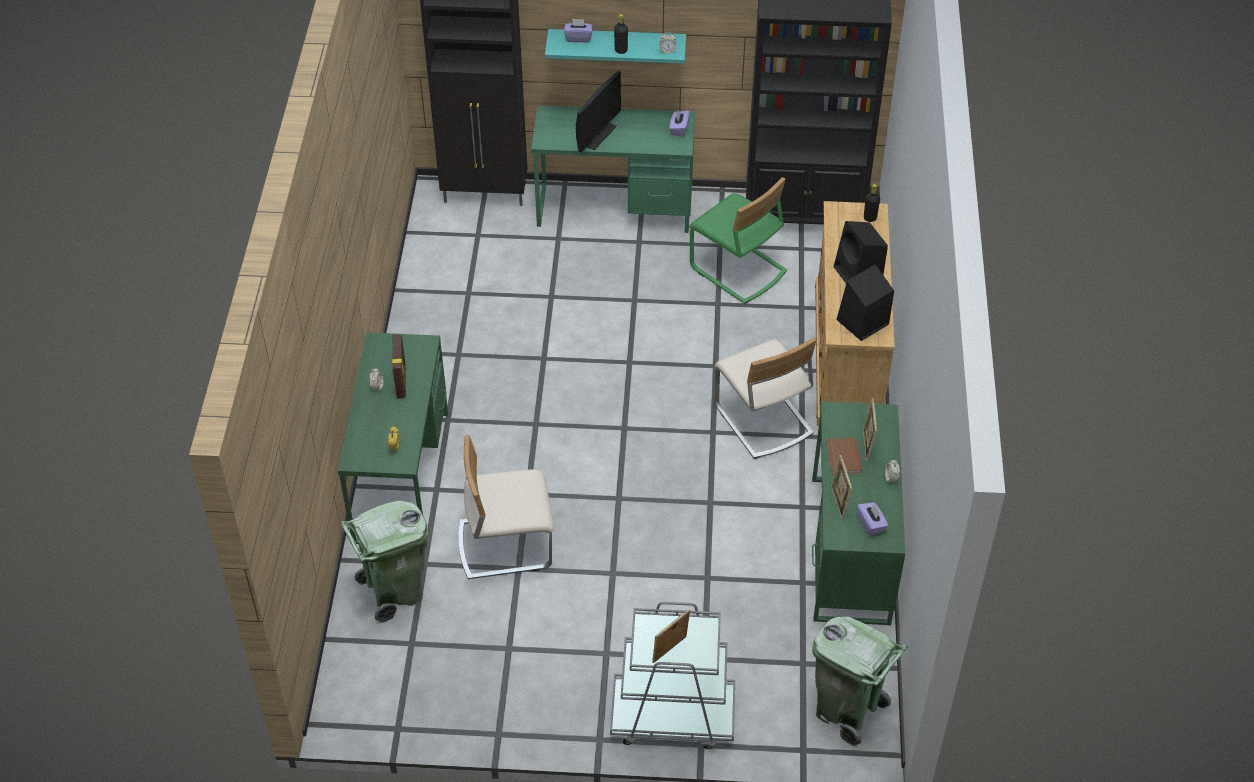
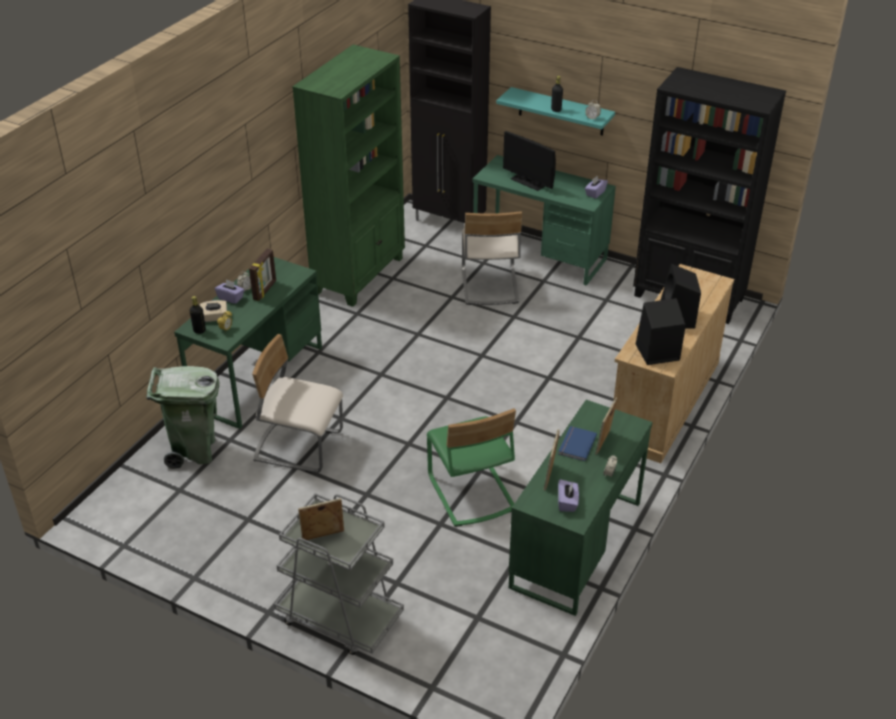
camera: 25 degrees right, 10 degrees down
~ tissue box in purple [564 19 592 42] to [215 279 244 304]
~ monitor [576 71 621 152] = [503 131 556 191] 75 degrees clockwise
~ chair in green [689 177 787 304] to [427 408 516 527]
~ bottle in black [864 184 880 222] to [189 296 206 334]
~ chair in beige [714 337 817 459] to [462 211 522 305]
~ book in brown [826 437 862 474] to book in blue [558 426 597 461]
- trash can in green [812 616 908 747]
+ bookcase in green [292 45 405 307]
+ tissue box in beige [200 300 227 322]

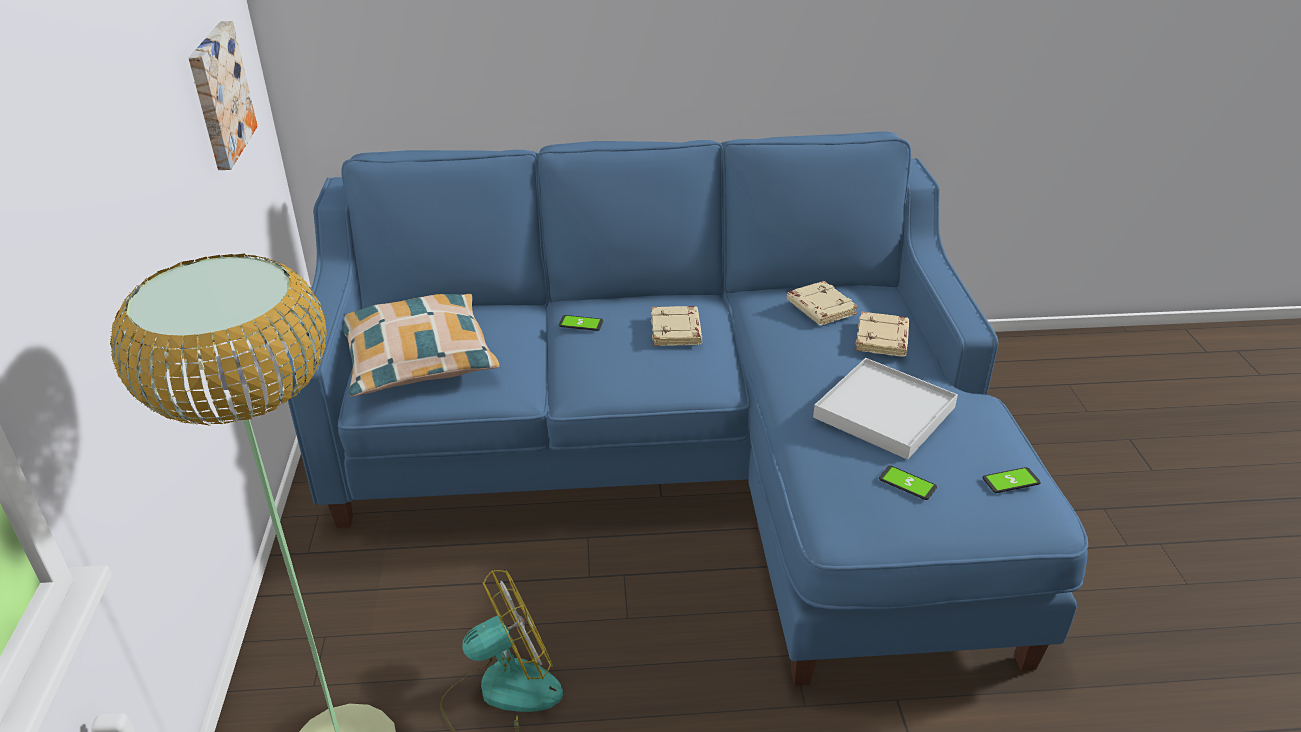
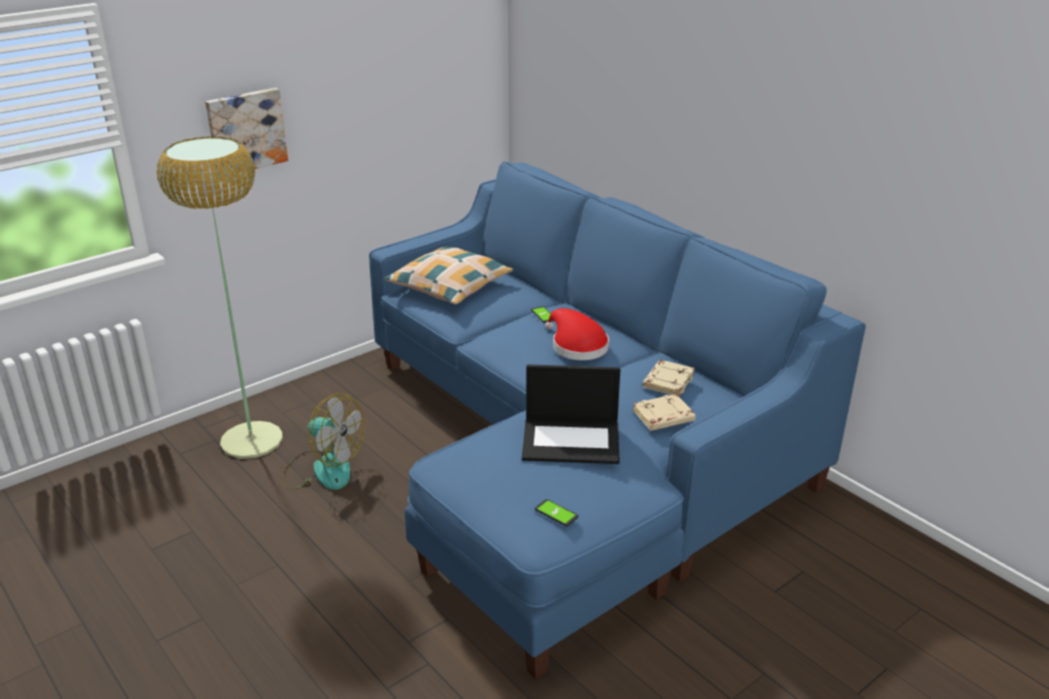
camera: 55 degrees right, 5 degrees down
~ picture [188 21 258 170] to [205 88 288 170]
~ book in beige [651 306 702 346] to hat in red [545 308 609 360]
~ tray in white [813 358 958 460] to laptop [522 364 620 464]
- phone [879 465 937 500]

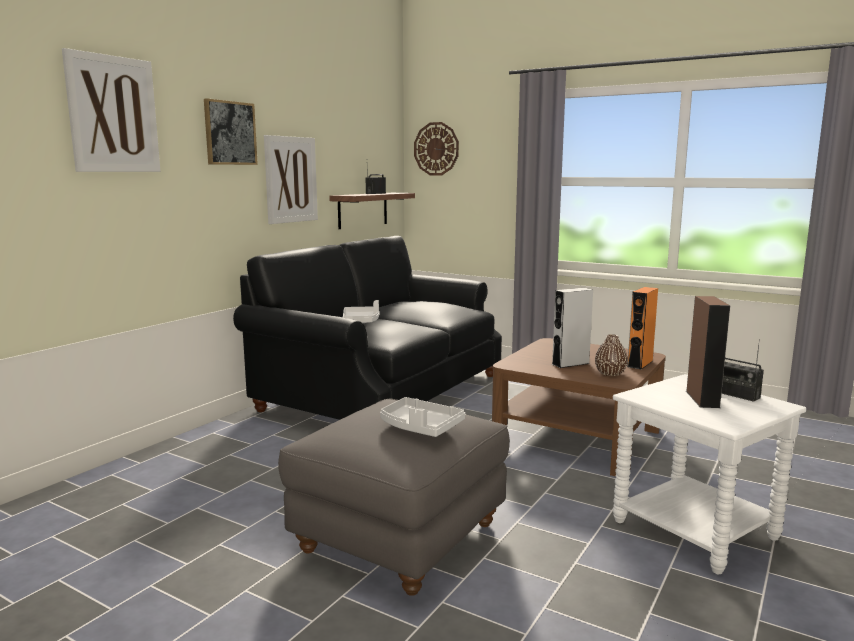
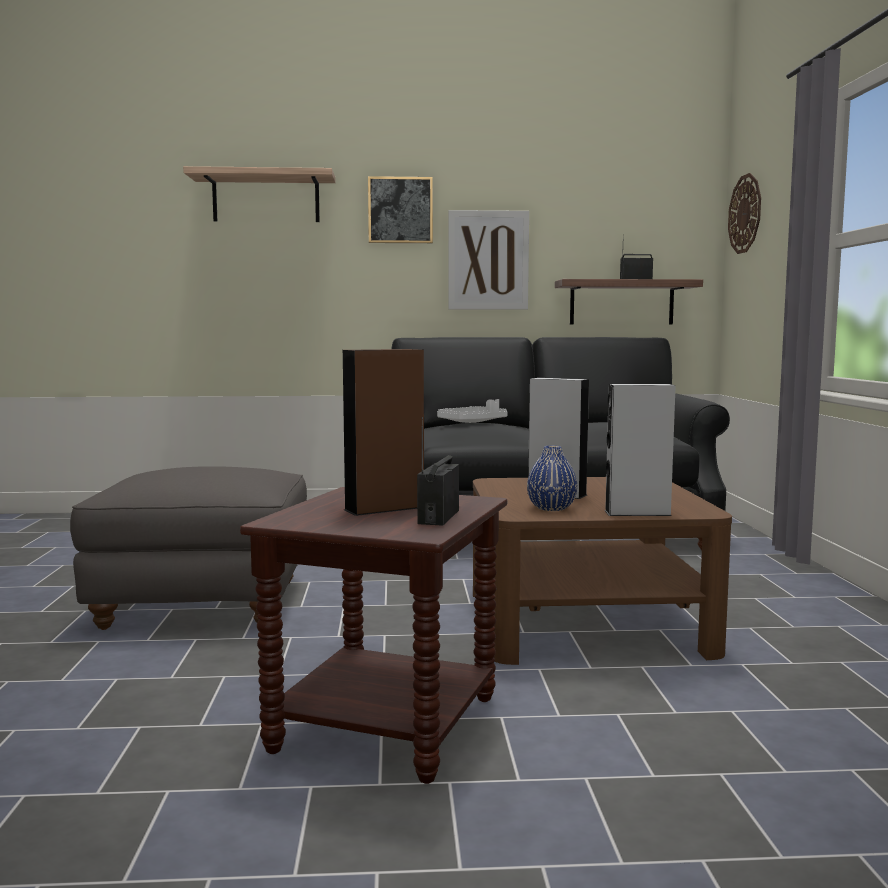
camera: 55 degrees right, 5 degrees down
~ picture [62 48 160 172] to shelf [183 166 336 222]
~ speaker in orange [627 287 658 370] to speaker in grey [604 384 676 516]
~ vase in brown [595 334 628 376] to vase in blue [527 446 577 511]
~ side table in white [613 374 806 574] to side table in brown [240 487 508 784]
- tray in grey [380 397 465 437]

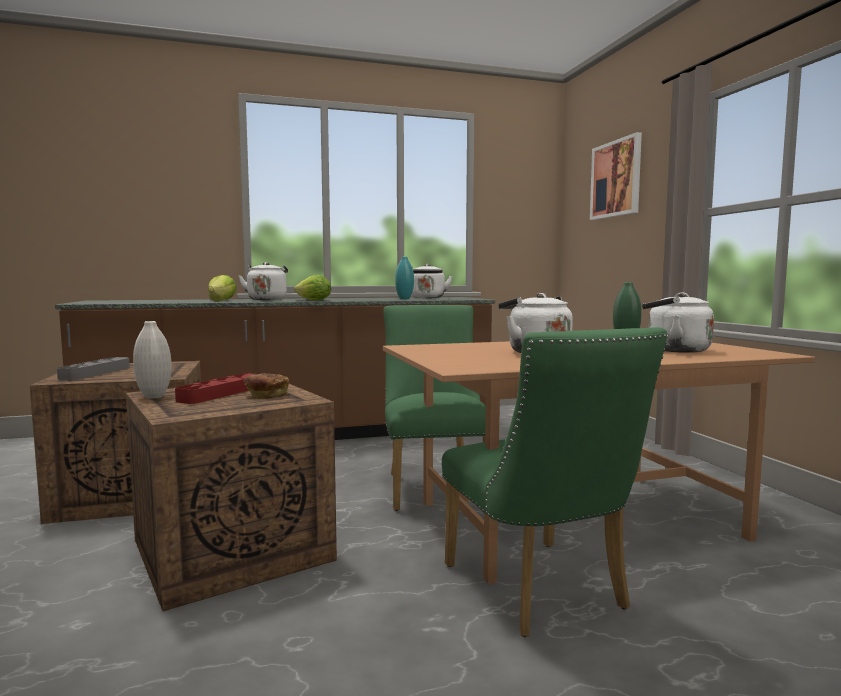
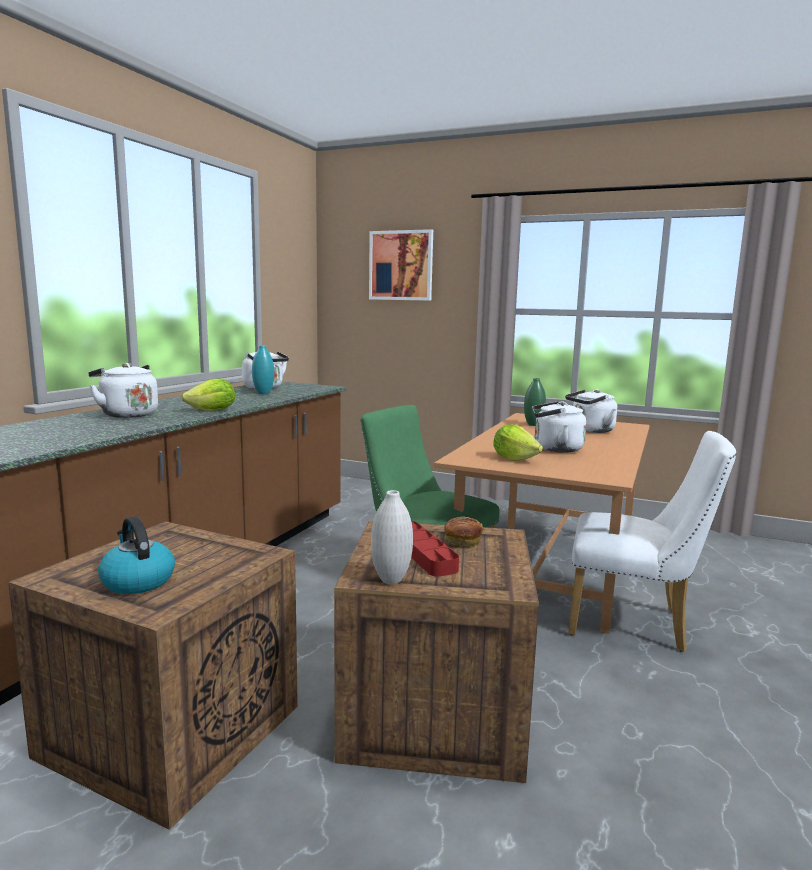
camera: 50 degrees left, 5 degrees up
~ lettuce [208 275 237 301] to [494 425 543 461]
~ chair in green [442 327 668 637] to chair in white [568 431 737 652]
~ tray in grey [57 357 130 380] to kettle [98 516 175 594]

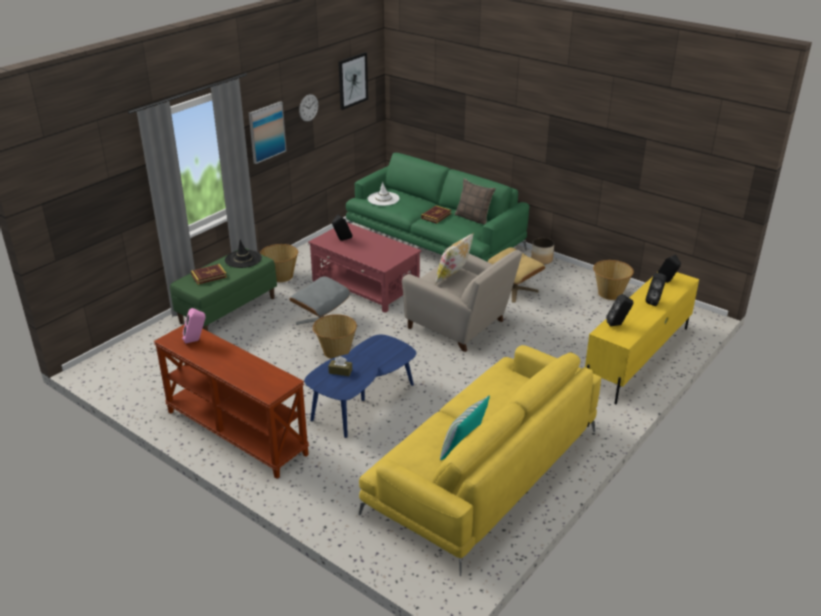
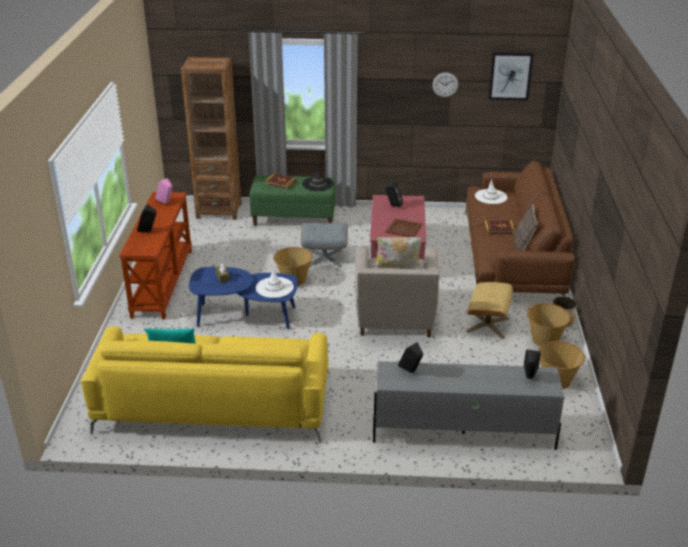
camera: 55 degrees right, 0 degrees up
- picture [249 101 287 164]
~ sofa in green [346 153 530 262] to sofa in brown [465 161 574 297]
~ basket [260 244 298 282] to [527 303 571 347]
~ tv stand in yellow [585 272 699 404] to tv stand in grey [373 361 564 450]
~ speaker in black [645 273 667 306] to [137 204 156 232]
+ bookcase in brown [181 57 242 220]
+ tray in brown [386 218 422 237]
+ hat in white [256 268 294 298]

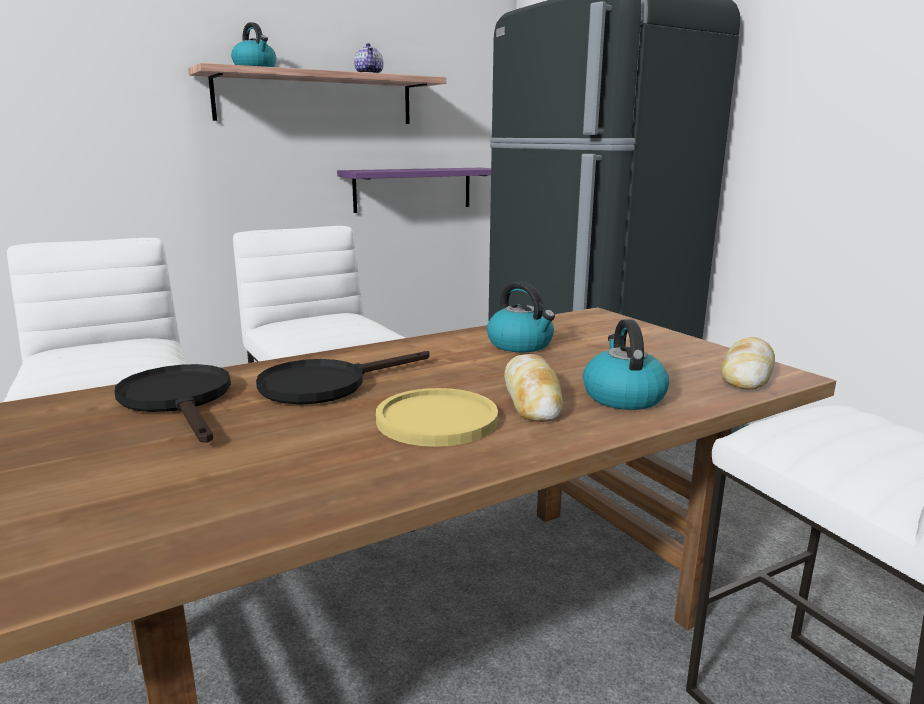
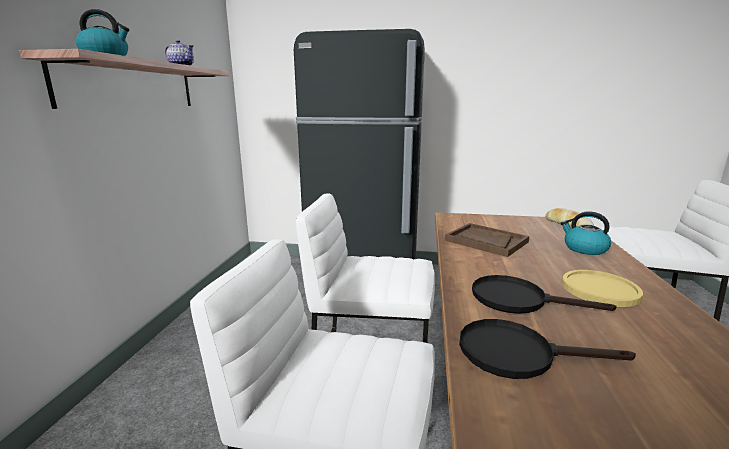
camera: 50 degrees left, 0 degrees up
- shelf in purple [337 168 491 213]
~ kettle [487 282 555 352] to tray in brown [445 223 529 257]
~ frying pan in black [256 351 429 404] = [472 275 617 314] 105 degrees clockwise
- bread [504 354 563 422]

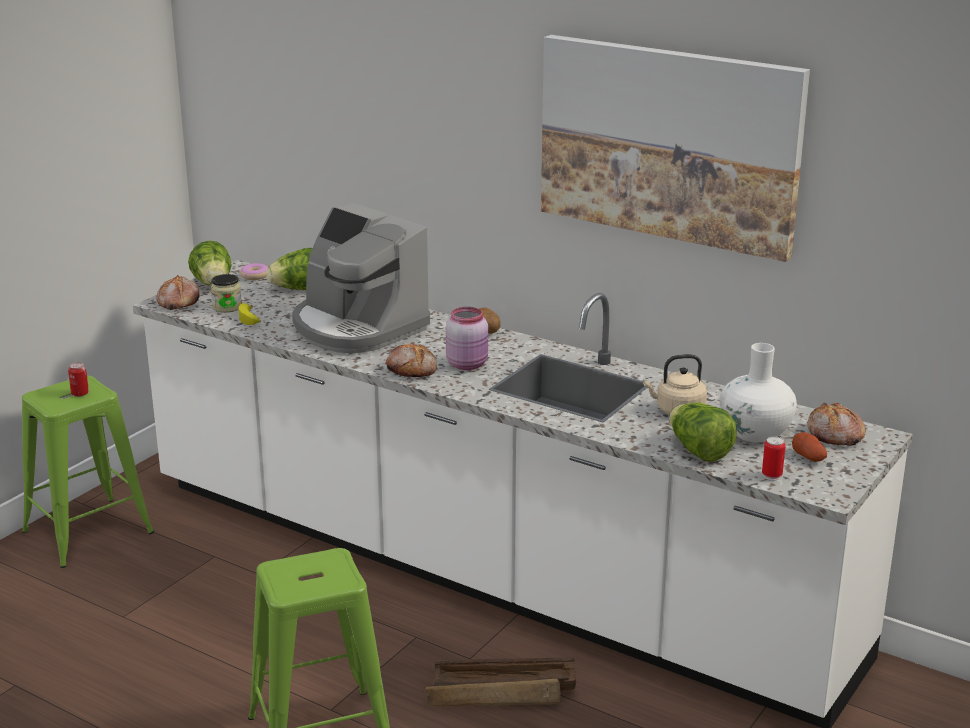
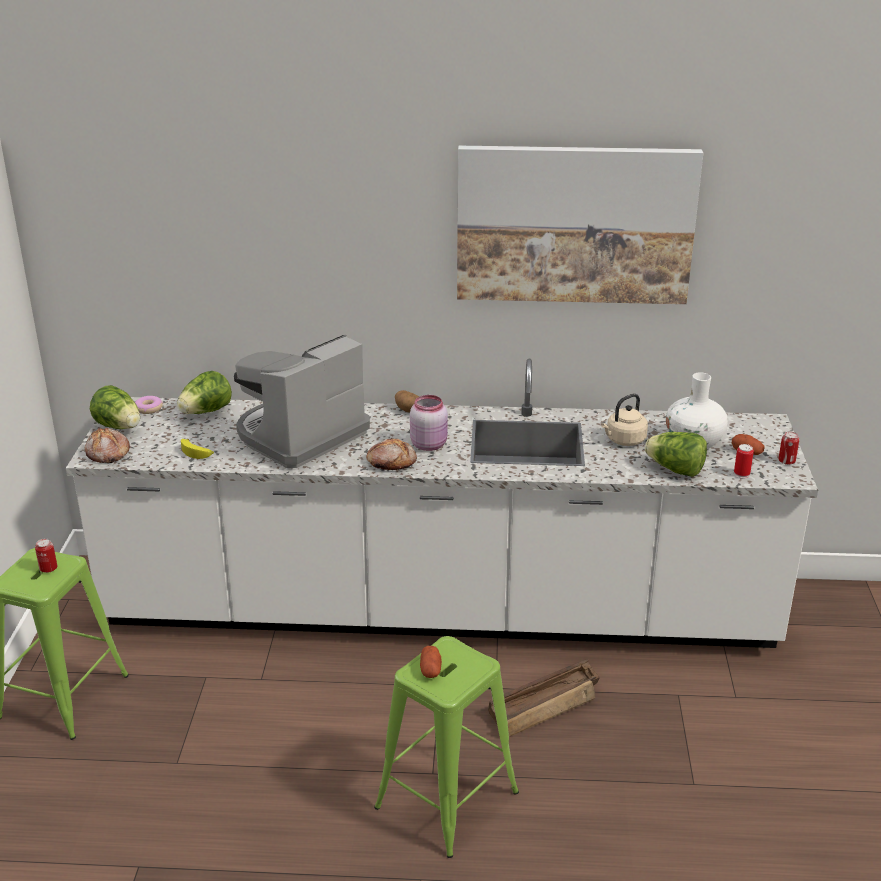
camera: 30 degrees left, 5 degrees up
~ coffee machine [292 203 430 354] = [234 335 370 468] 120 degrees clockwise
- jar [211 274 242 313]
- bread [808 403 866 446]
+ can [778 431 799 465]
+ potato [420 646 442 678]

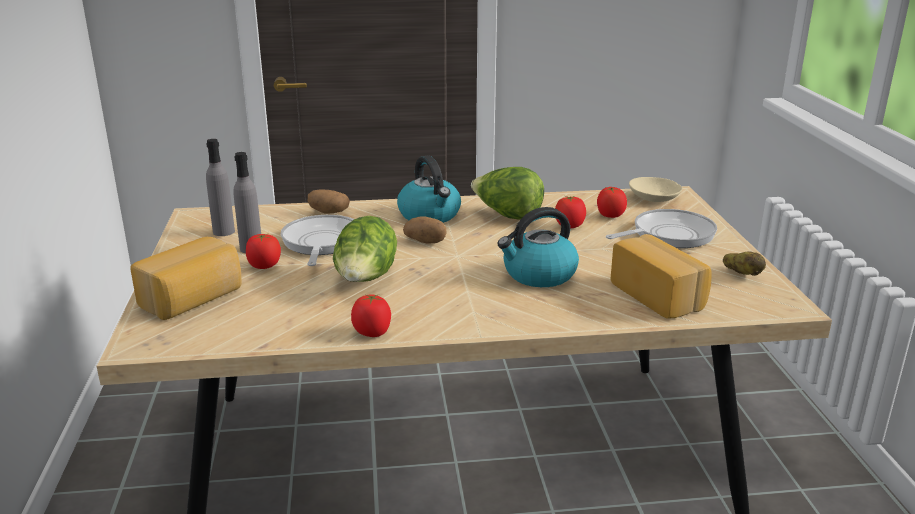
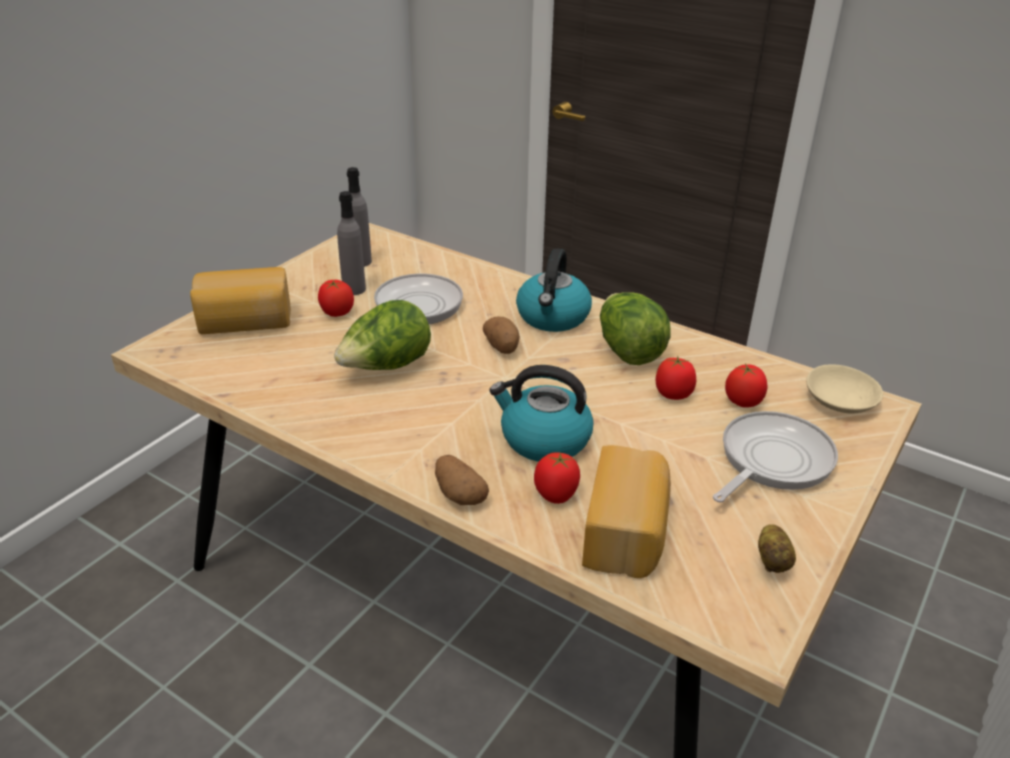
camera: 40 degrees right, 10 degrees up
~ potato [308 190 350 213] to [435 455 489 505]
~ frying pan [606 209 717 248] = [713 411 838 503] 60 degrees counterclockwise
~ tomato [351 294 391 337] to [534 452 580 504]

